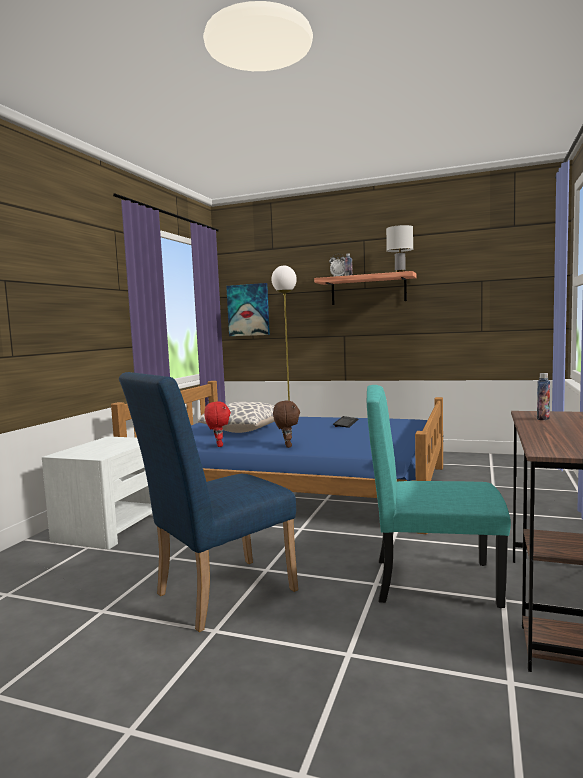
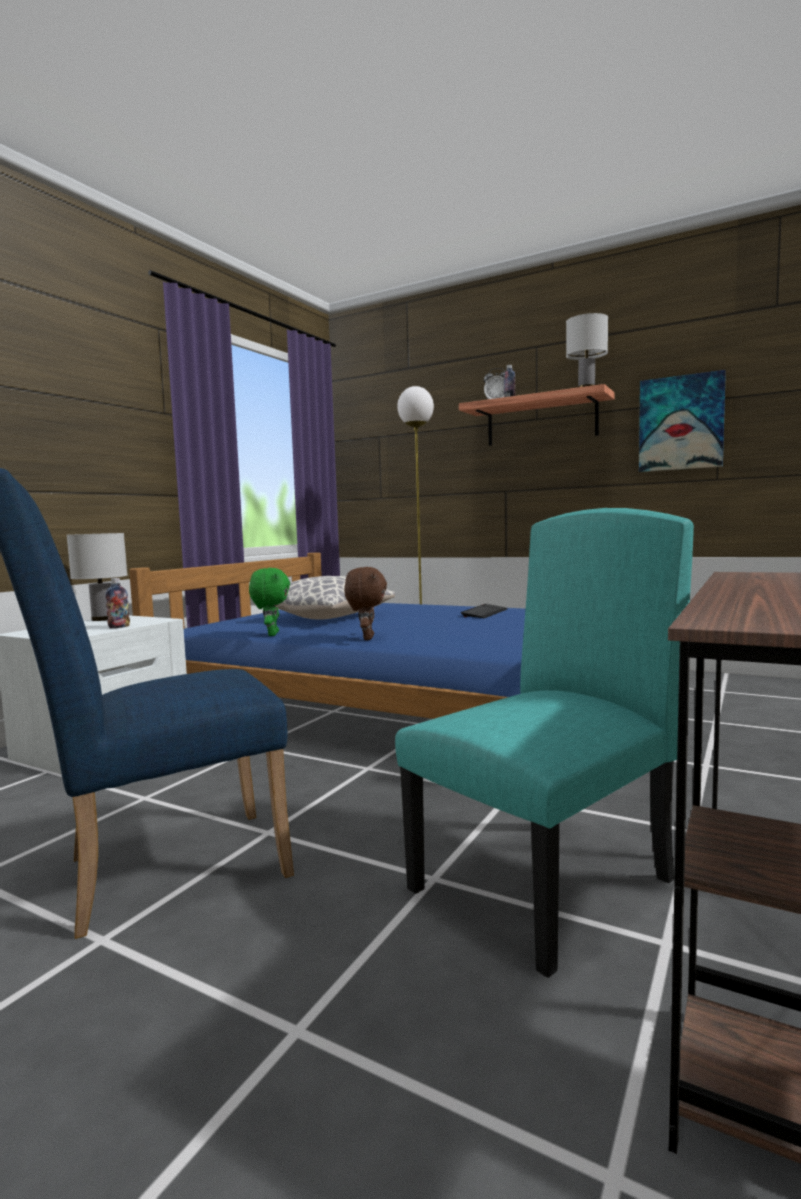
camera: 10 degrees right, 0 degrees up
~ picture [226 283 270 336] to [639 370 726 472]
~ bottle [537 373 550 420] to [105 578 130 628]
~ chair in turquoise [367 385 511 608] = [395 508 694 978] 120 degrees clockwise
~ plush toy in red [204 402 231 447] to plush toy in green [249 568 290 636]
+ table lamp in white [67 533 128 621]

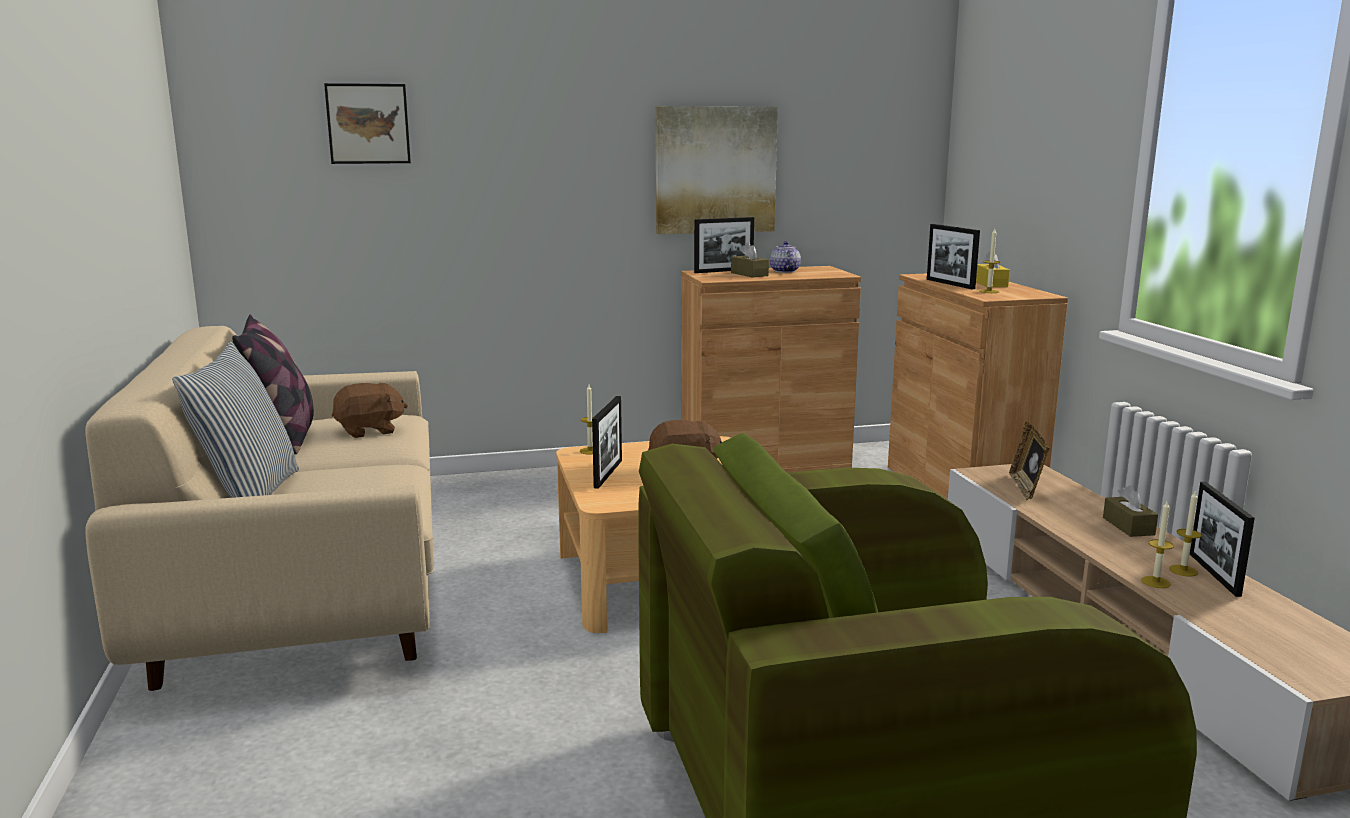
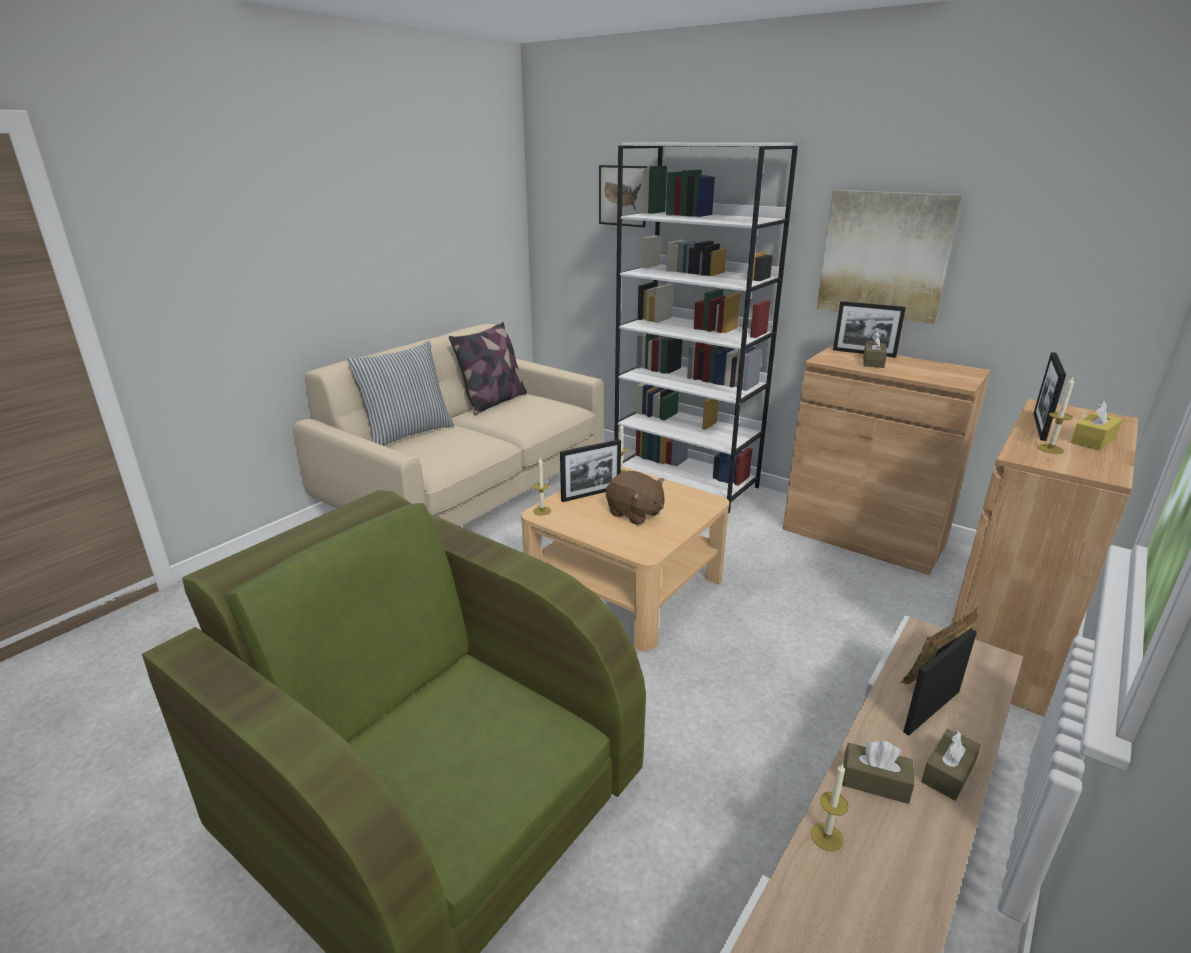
camera: 50 degrees right, 10 degrees up
- teapot [770 241 801 273]
- plush toy in brown [332 383 408 438]
~ picture frame [1190 482 1255 597] to [903 629 977 736]
~ candle [1169 491 1201 576] to [533 458 551 516]
+ bookcase in white [614 143 798 513]
+ tissue box in brown [842 741 914 804]

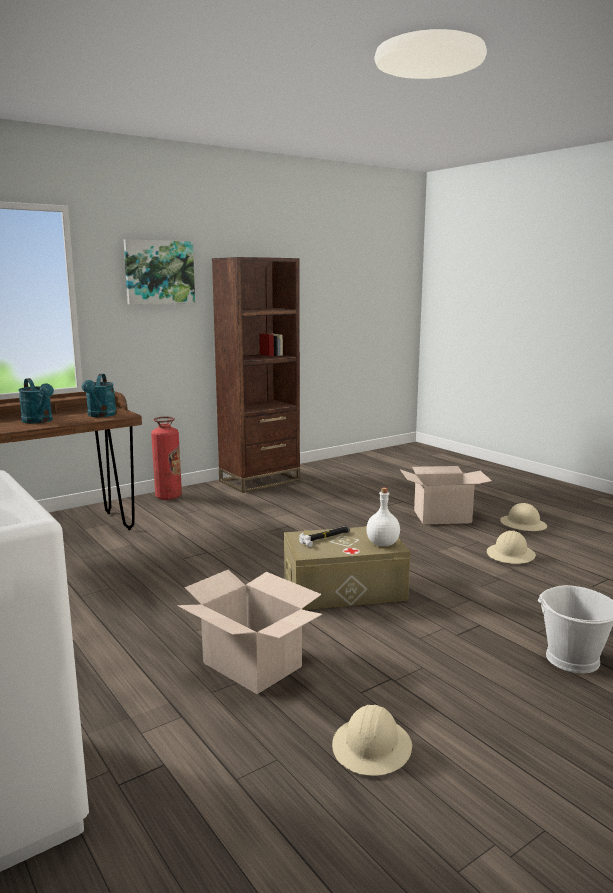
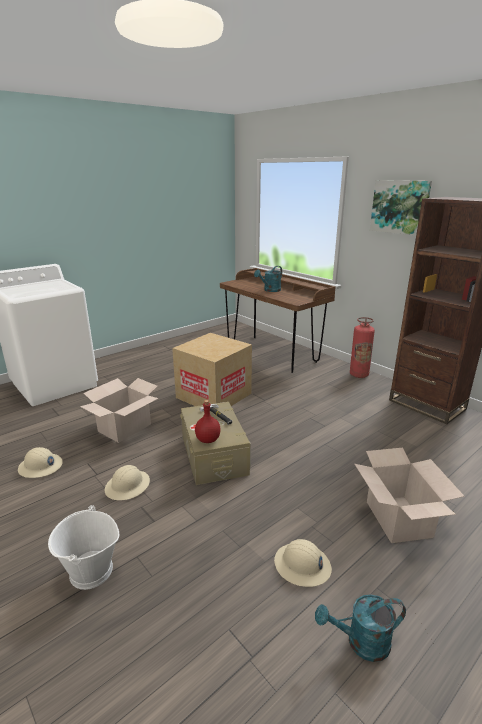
camera: 85 degrees right, 10 degrees up
~ watering can in turquoise [82 374 117 417] to [315 594 406 662]
~ bottle in white [366 488 400 546] to bottle in red [195 400 221 443]
~ hard hat in beige [500 503 547 531] to [105 465 150 500]
+ cardboard box [172 333 252 406]

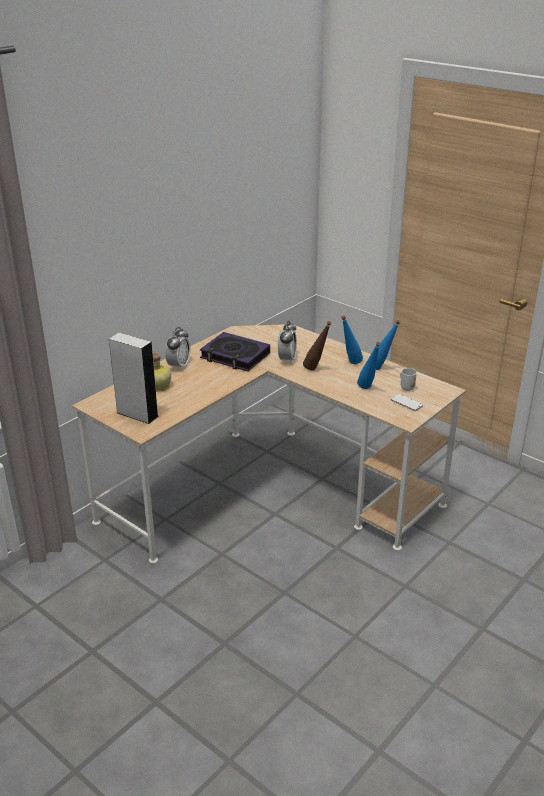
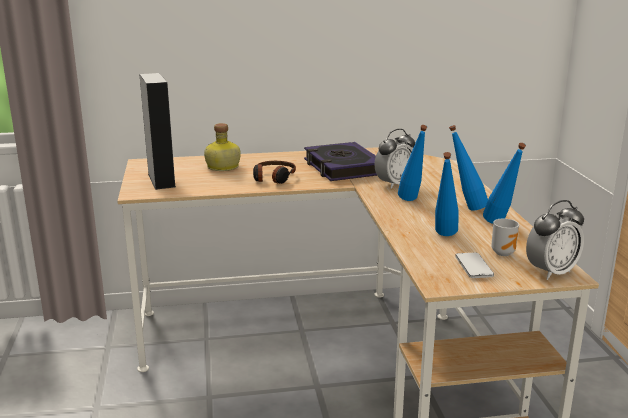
camera: 40 degrees right, 10 degrees down
~ bottle in brown [303 321 332 370] to bottle in blue [398 125 427 201]
~ alarm clock [165 327 190 371] to [526 200 584 280]
+ headphones [253 161 296 184]

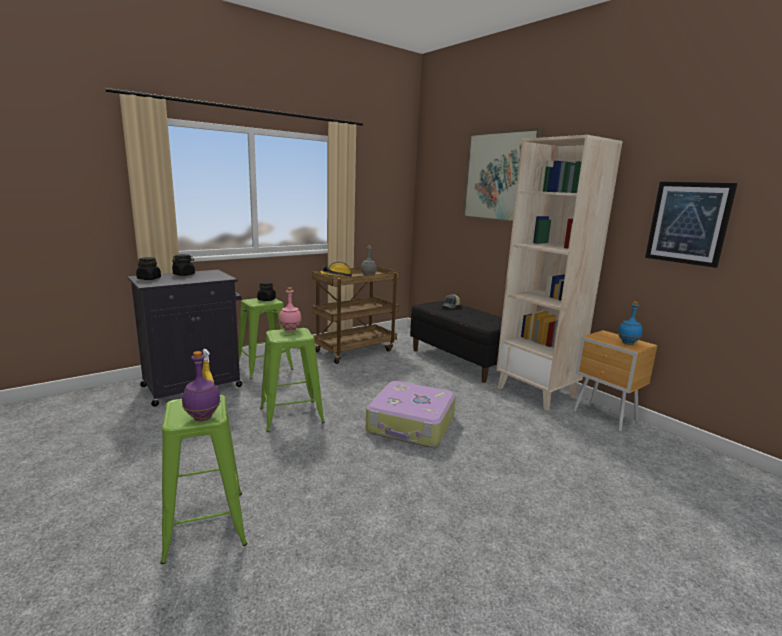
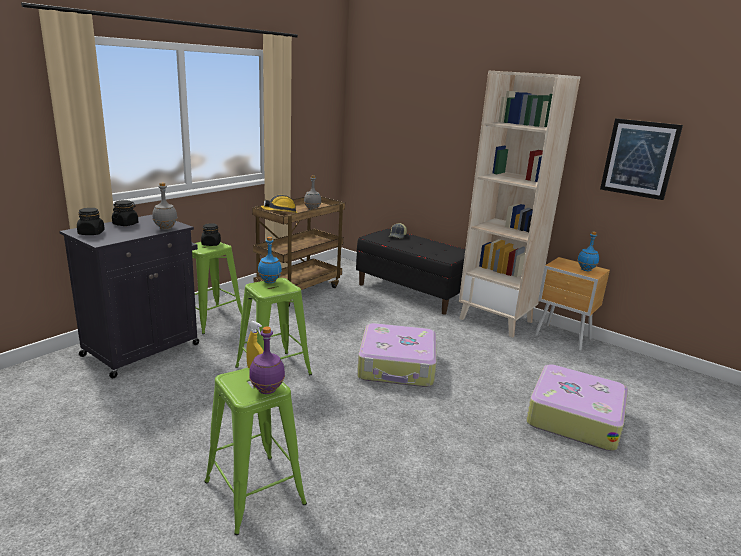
camera: 15 degrees left, 5 degrees up
- picture [462 128 542 222]
~ bottle in pink [279 287 302 331] to bottle in blue [258 237 282 284]
+ bottle in grey [152 183 177 230]
+ suitcase [526 364 628 451]

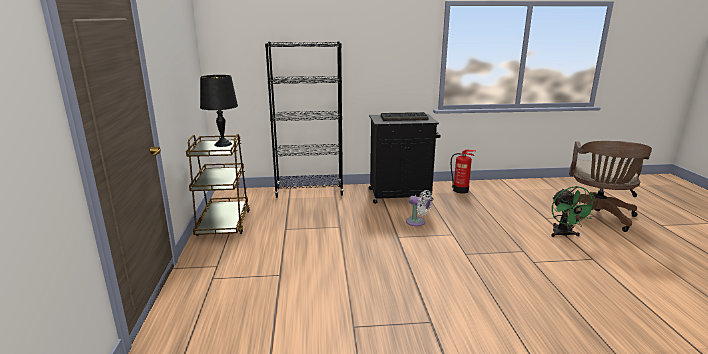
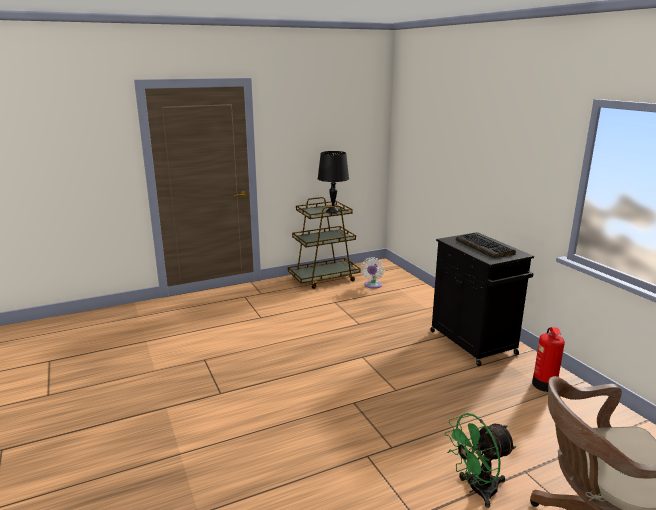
camera: 70 degrees right, 0 degrees up
- bookcase in black [265 41 344 198]
~ fan in white [406 190 432 226] to [361 257 385 289]

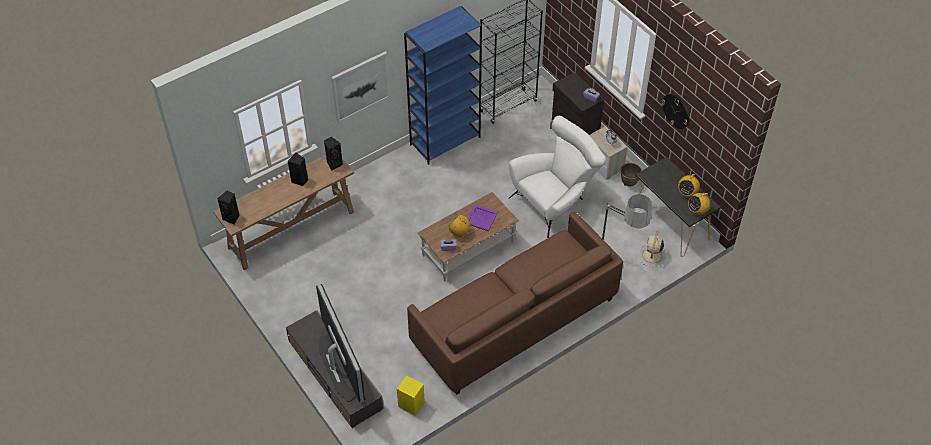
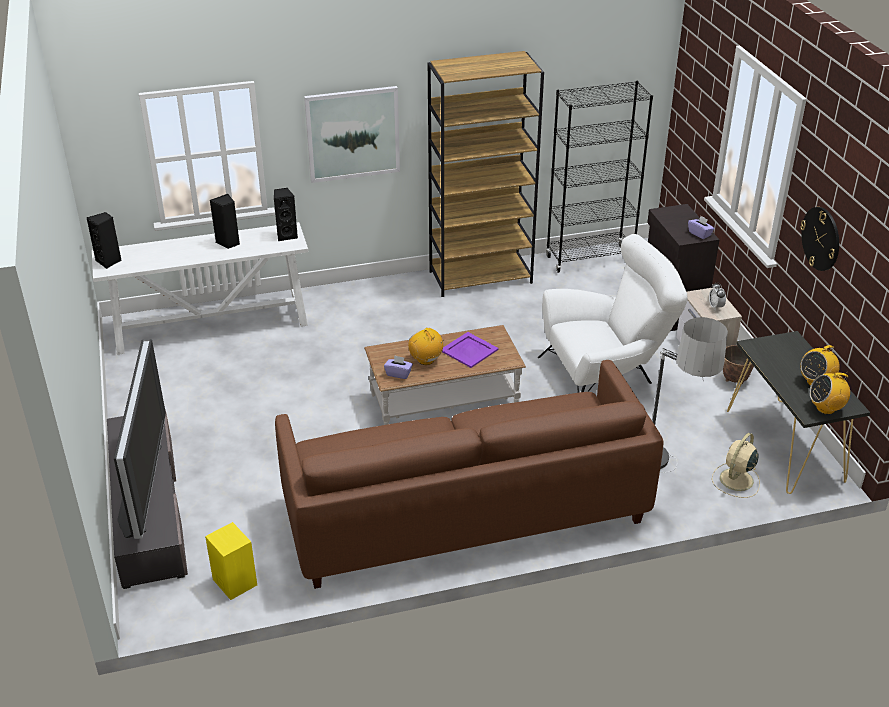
camera: 20 degrees right, 15 degrees down
~ bookcase in blue [404 6 482 165] to bookcase in brown [428 51 544 297]
~ console table in brown [213 155 354 270] to console table in white [92 222 308 355]

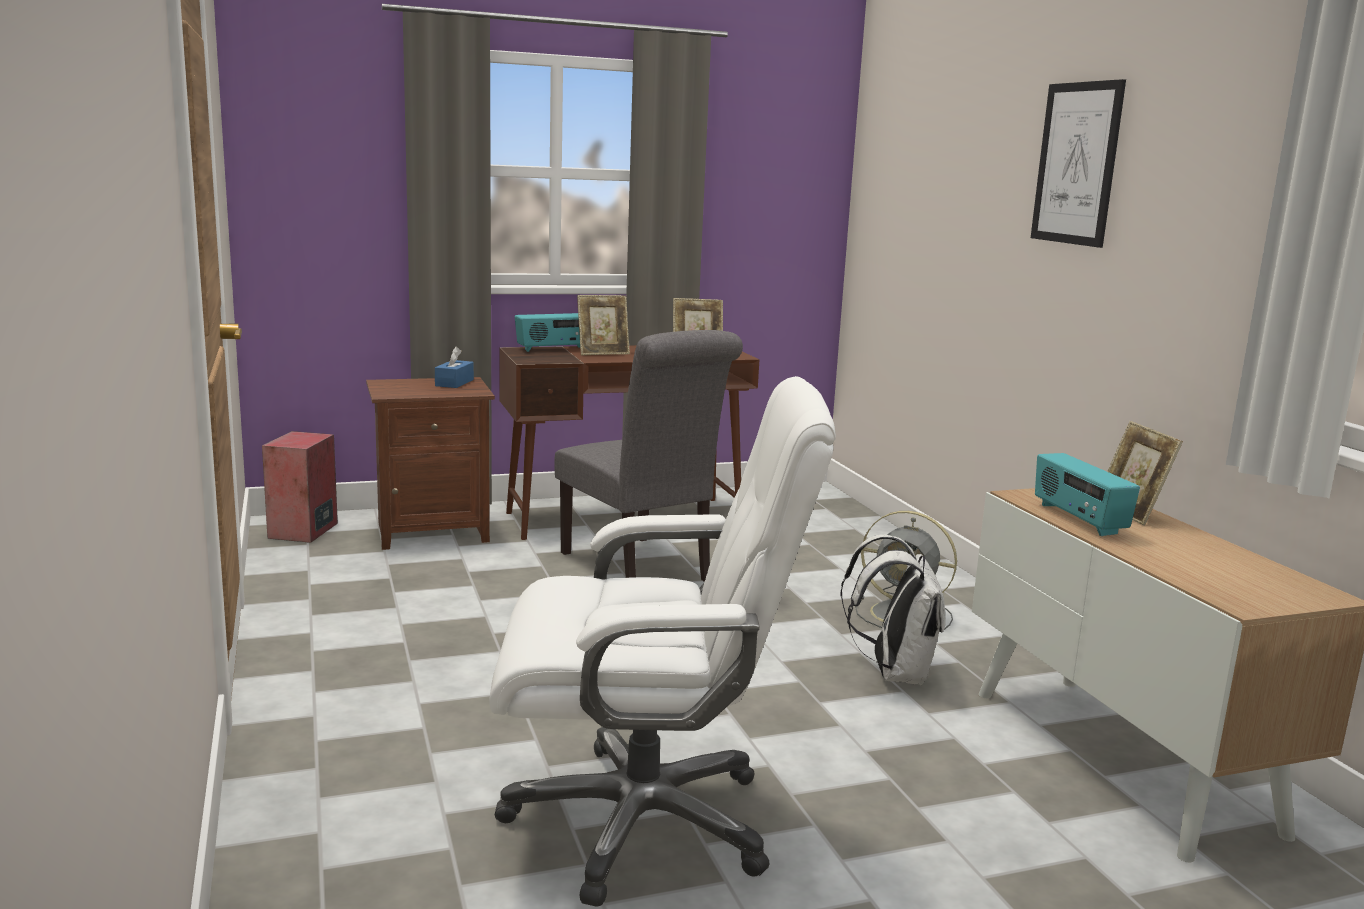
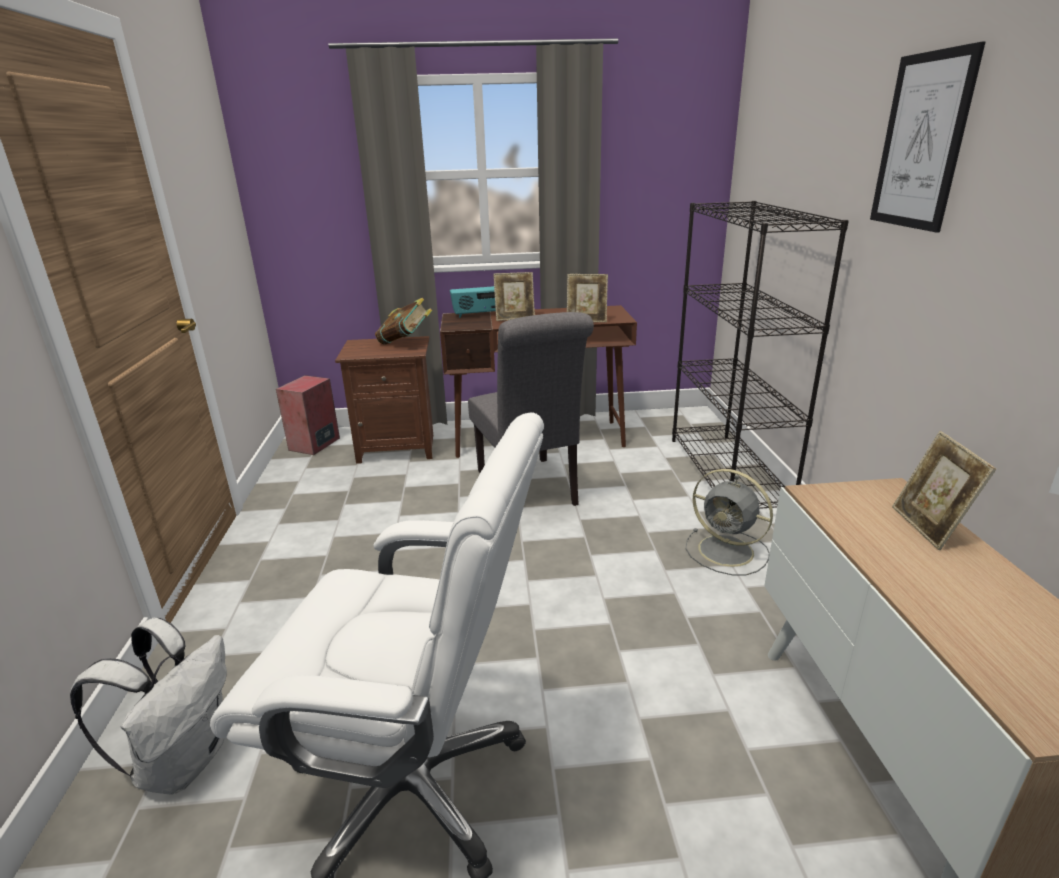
camera: 15 degrees right, 10 degrees up
~ tissue box in blue [435 346 474 388] to book [375 298 432 344]
- radio [1035 453 1140 536]
~ backpack in white [840 534 946 686] to [70 618 227 794]
+ bookcase in black [672 201 849 509]

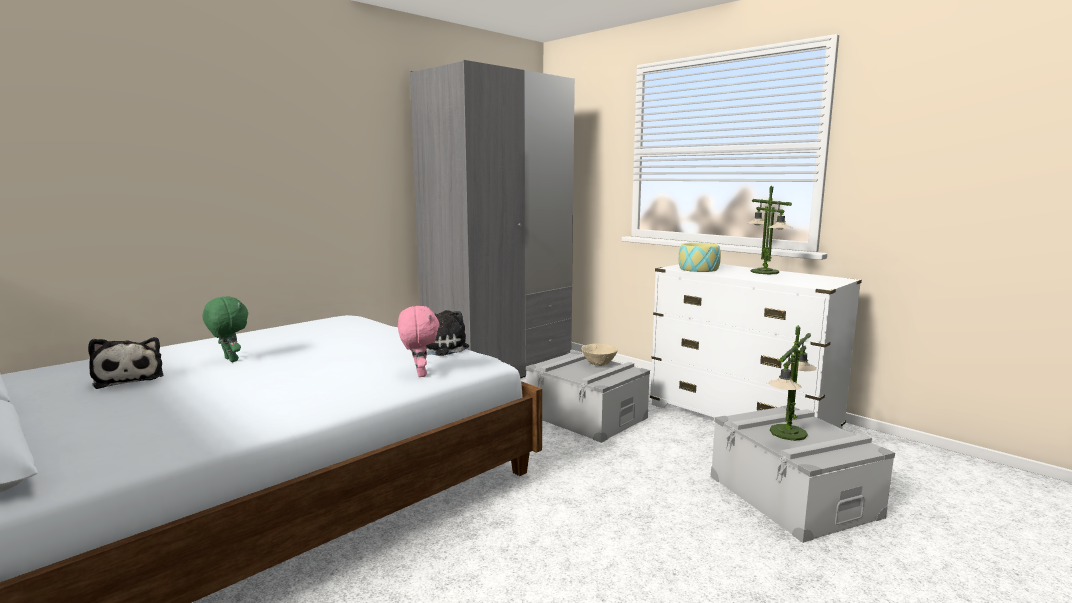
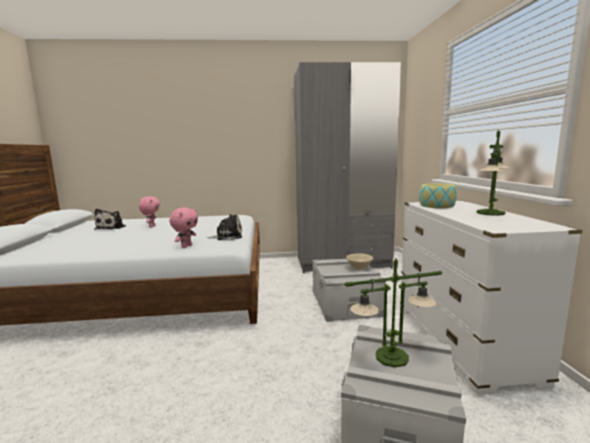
camera: 40 degrees right, 0 degrees up
~ plush toy in green [203 297 248 362] to plush toy in pink [139 196 160 228]

